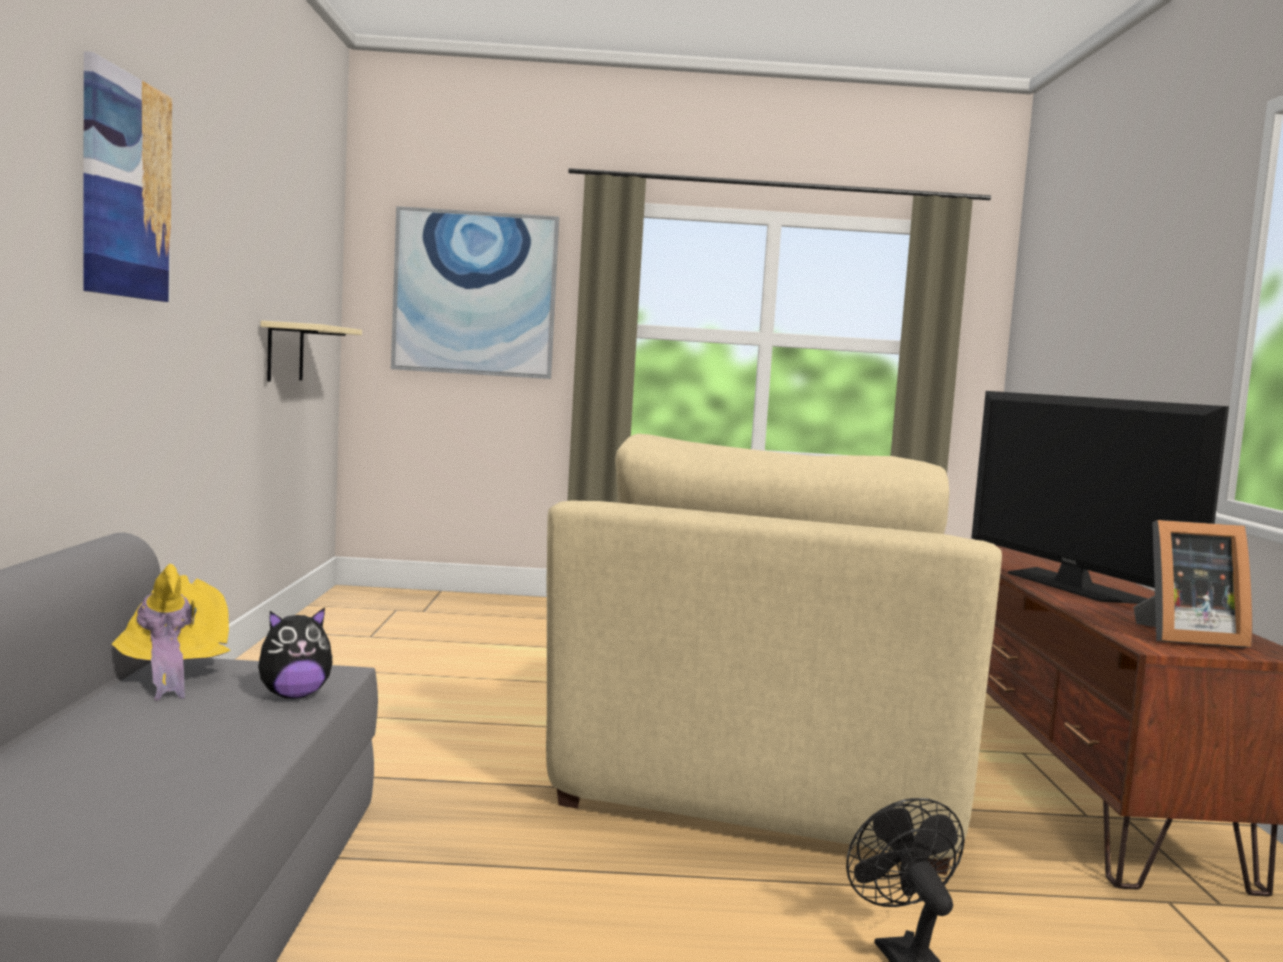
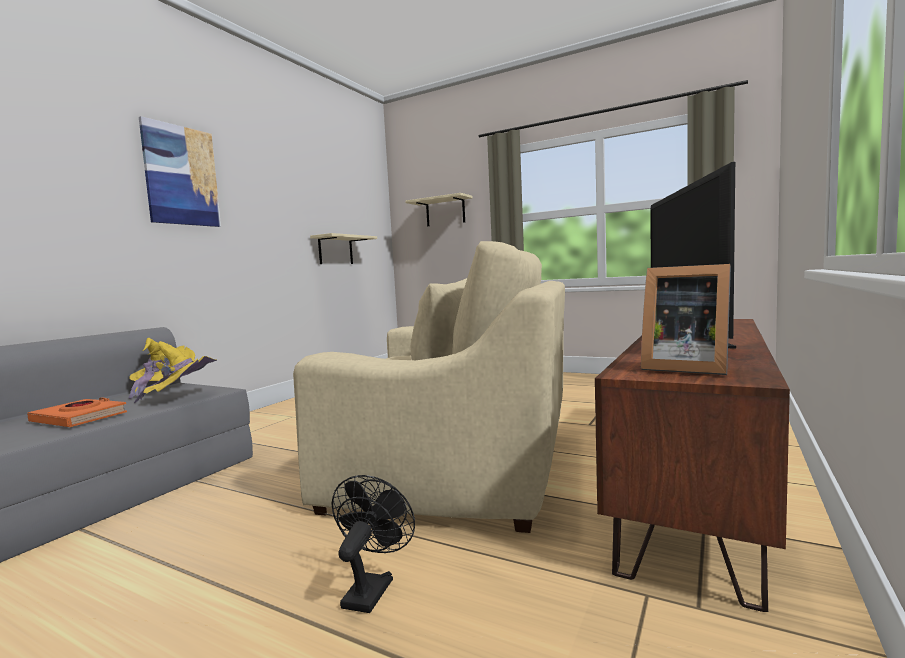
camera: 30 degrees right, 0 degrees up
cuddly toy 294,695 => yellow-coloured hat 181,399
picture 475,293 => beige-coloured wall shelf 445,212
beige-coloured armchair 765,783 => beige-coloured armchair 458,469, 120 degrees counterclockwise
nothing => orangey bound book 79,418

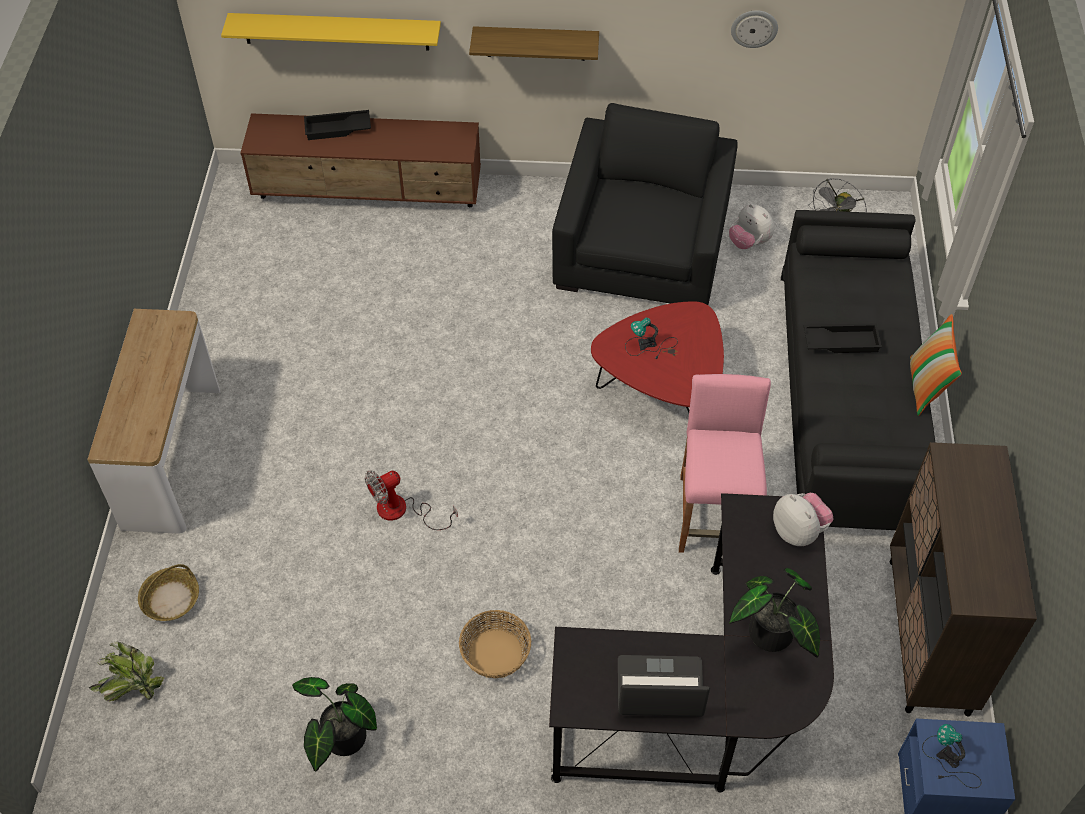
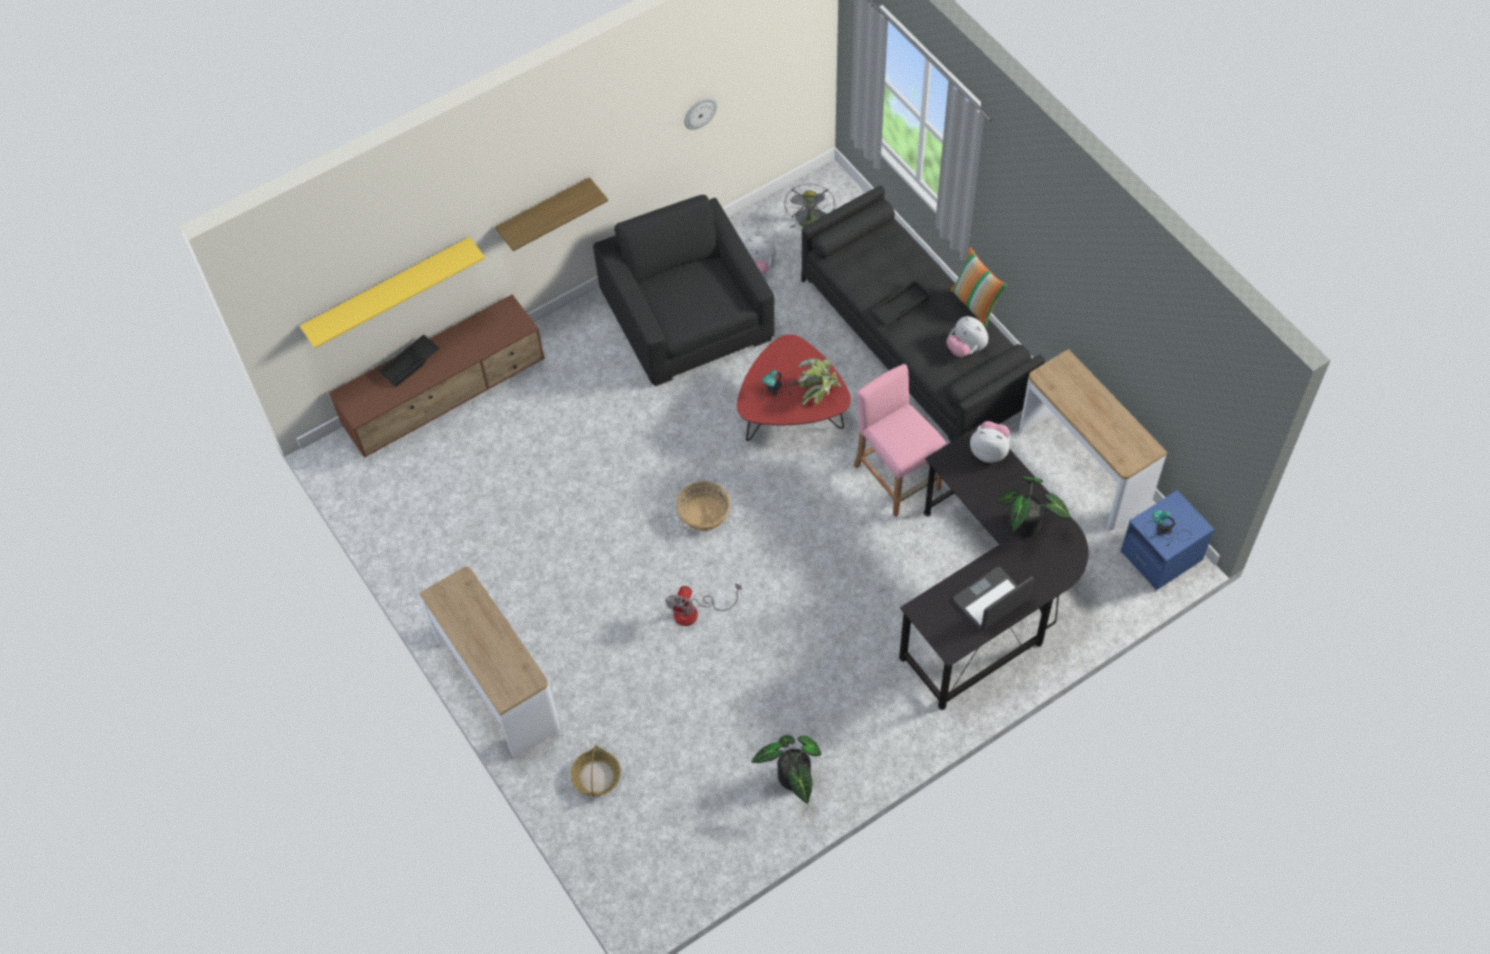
camera: 35 degrees left, 5 degrees up
plant in a pot 131,687 => plant in a pot 818,391, shifted
household basket 495,653 => household basket 703,513, shifted
brownish storage cabinet 928,636 => narrow table 1083,467
nothing => cuddly toy 966,348

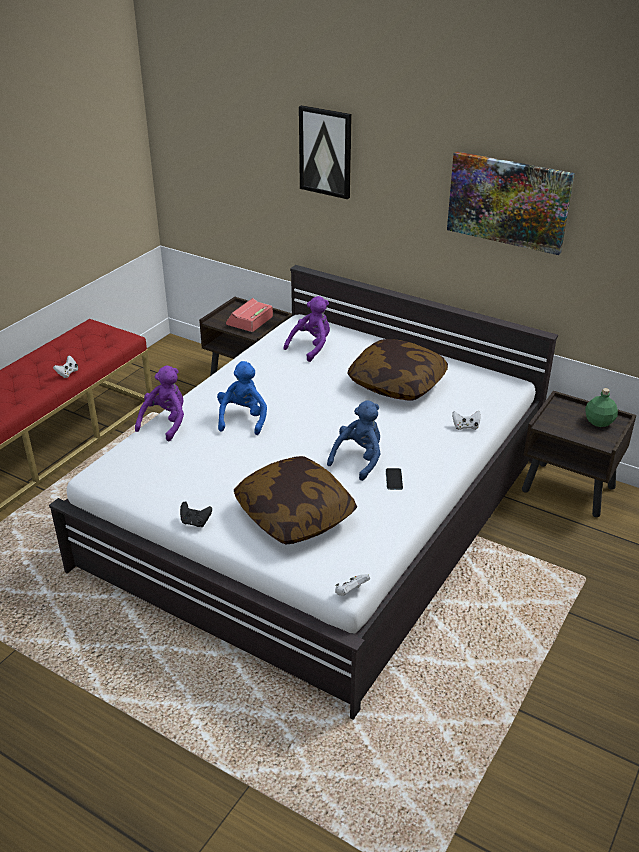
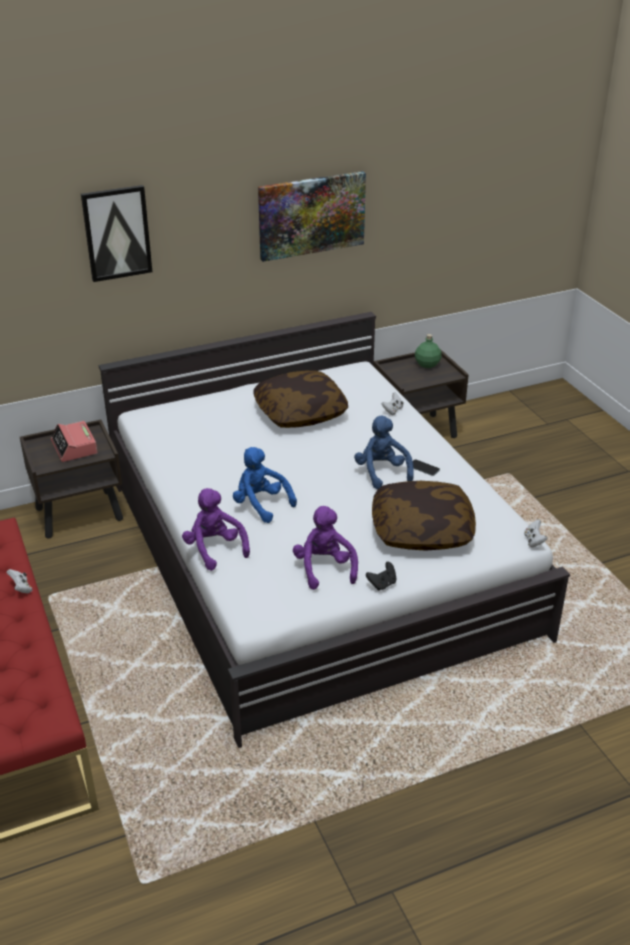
camera: 55 degrees left, 0 degrees up
purplish cuddly toy 311,347 => purplish cuddly toy 324,568, shifted

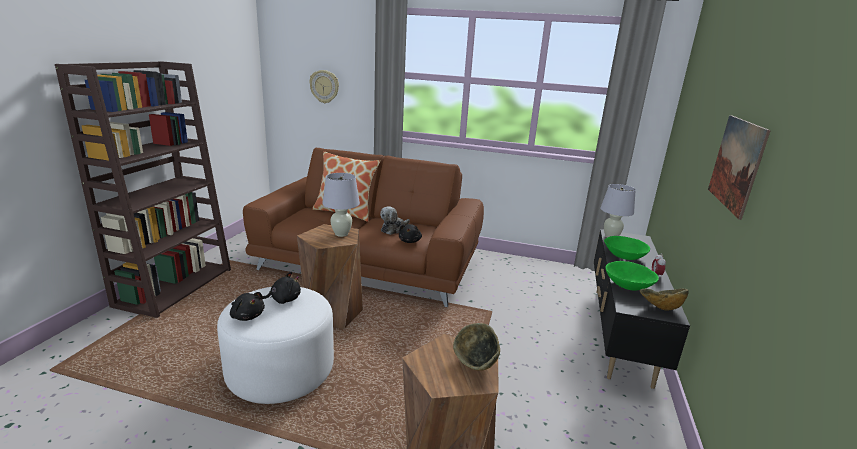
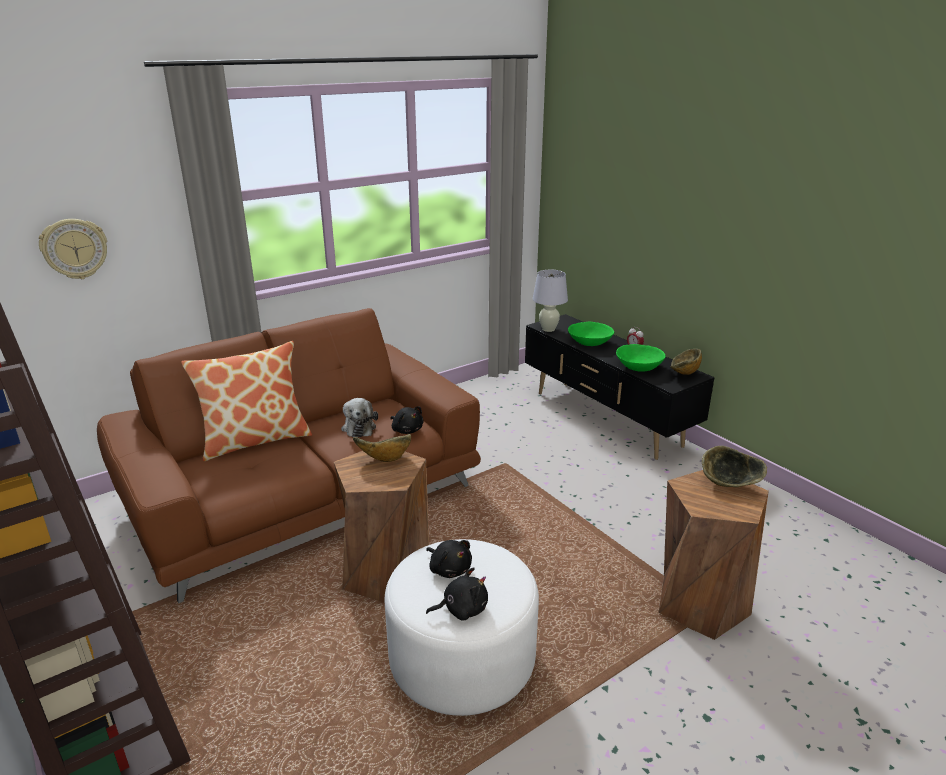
camera: 50 degrees left, 5 degrees up
black cuddly toy 283,299 => black cuddly toy 449,569, 120 degrees clockwise
whitish lamp for a table 341,234 => bowl 384,459
picture 736,164 => nothing

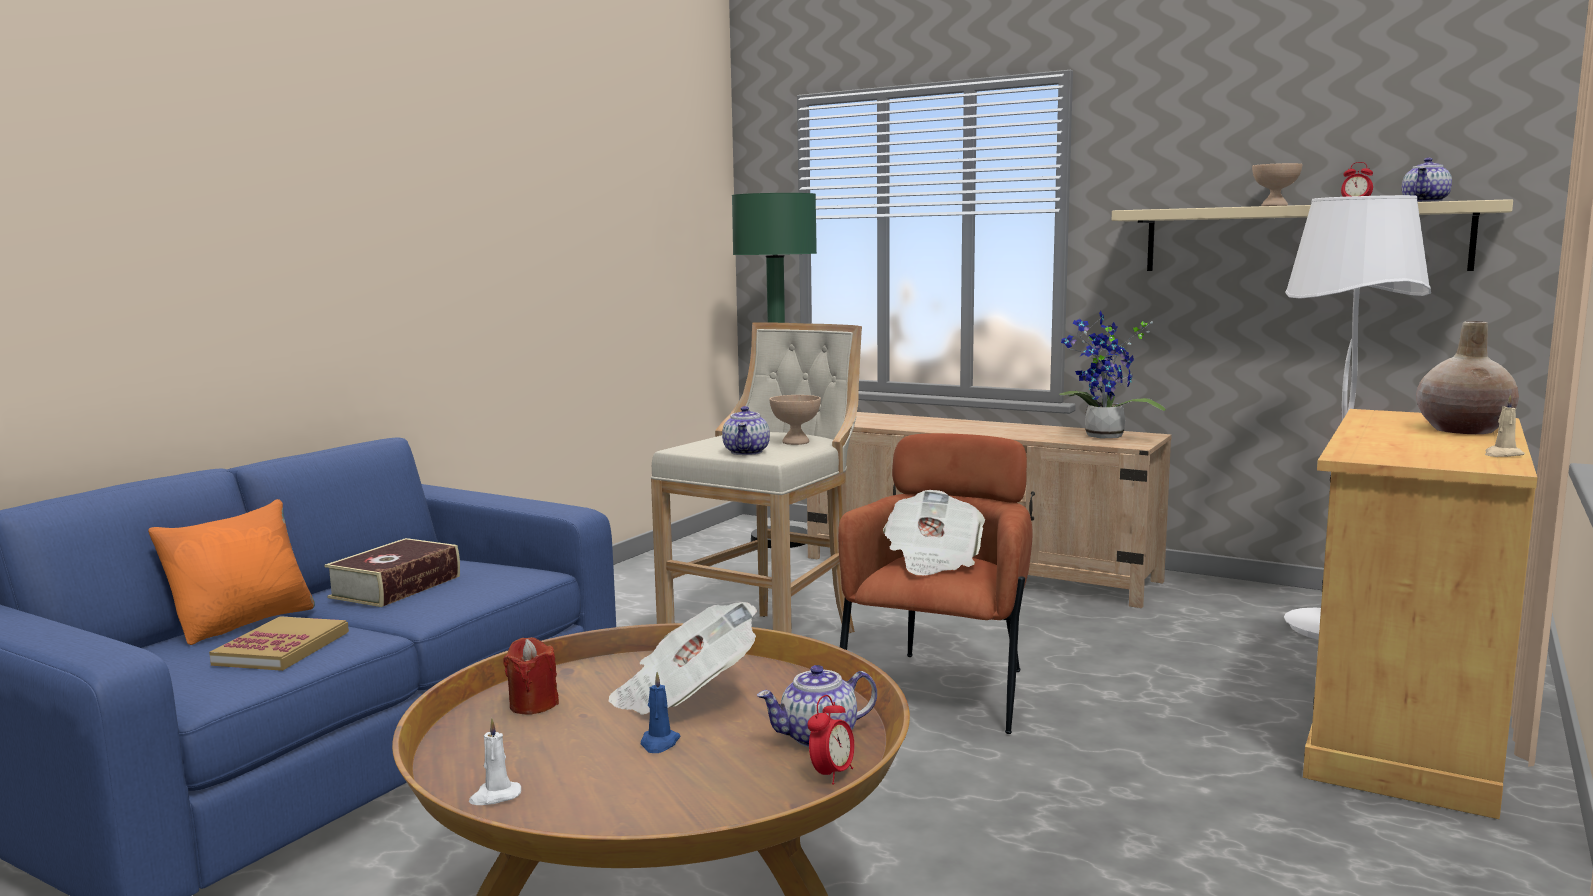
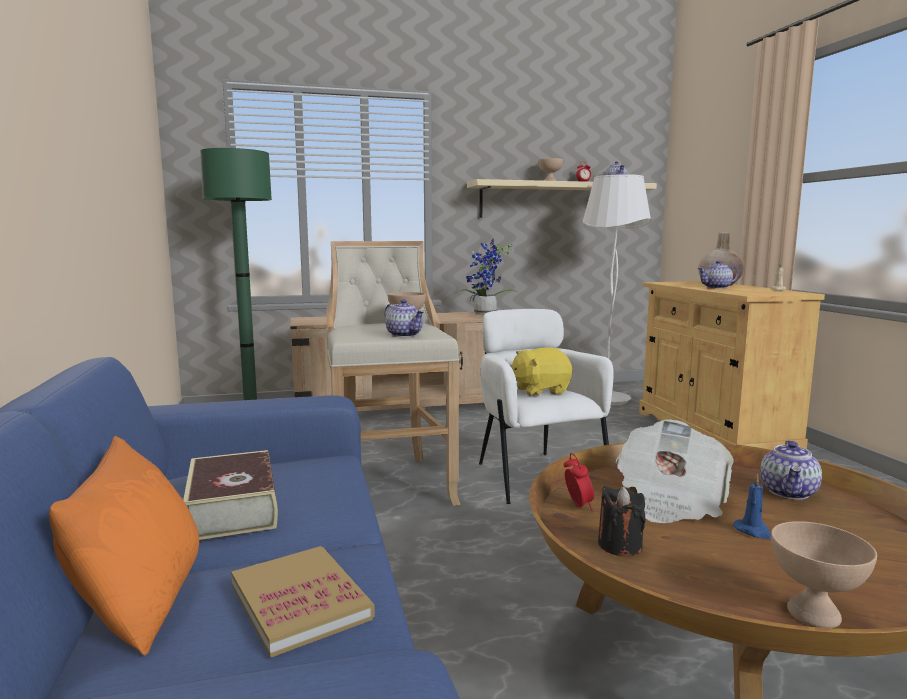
camera: 45 degrees left, 0 degrees up
whitish candle 495,796 => beige-coloured bowl 812,614
red candle 533,705 => black candle 620,545
table clock 831,774 => table clock 577,506, shifted
brownish armchair 942,690 => whitish armchair 535,476
printed paper 933,560 => yellow-coloured cuddly toy 540,390
nothing => tea pot 716,287

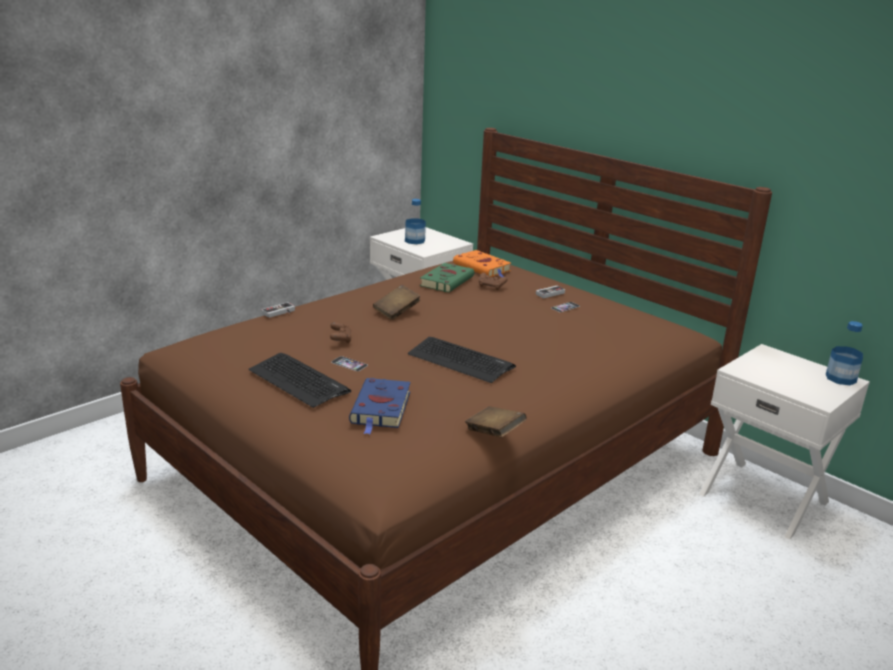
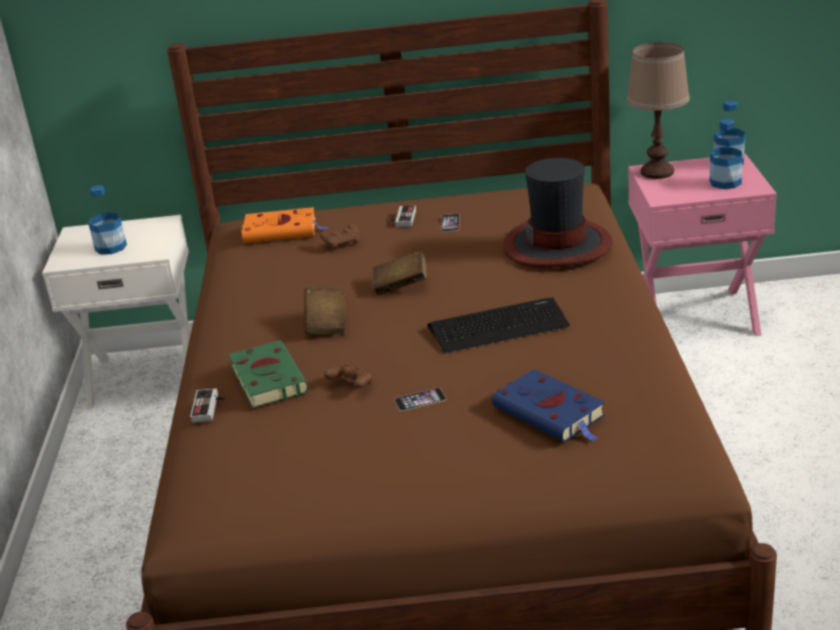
camera: 45 degrees left, 5 degrees up
keyboard 299,381 => nothing
green bound book 447,281 => green bound book 267,378, shifted
brownish bound book 494,433 => brownish bound book 400,286, shifted
whitish nightstand 764,497 => pinkish nightstand 695,316
nothing => hat 558,245
nothing => brownish lamp for a table 656,172
nothing => drink bottle 725,182

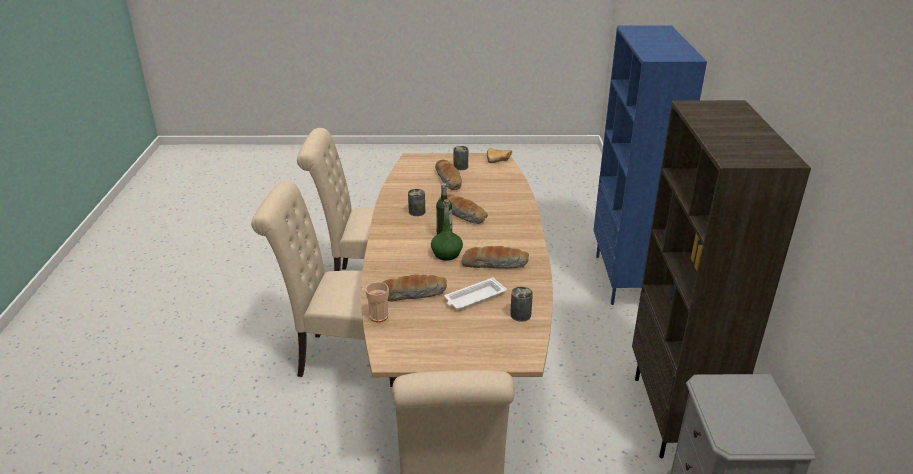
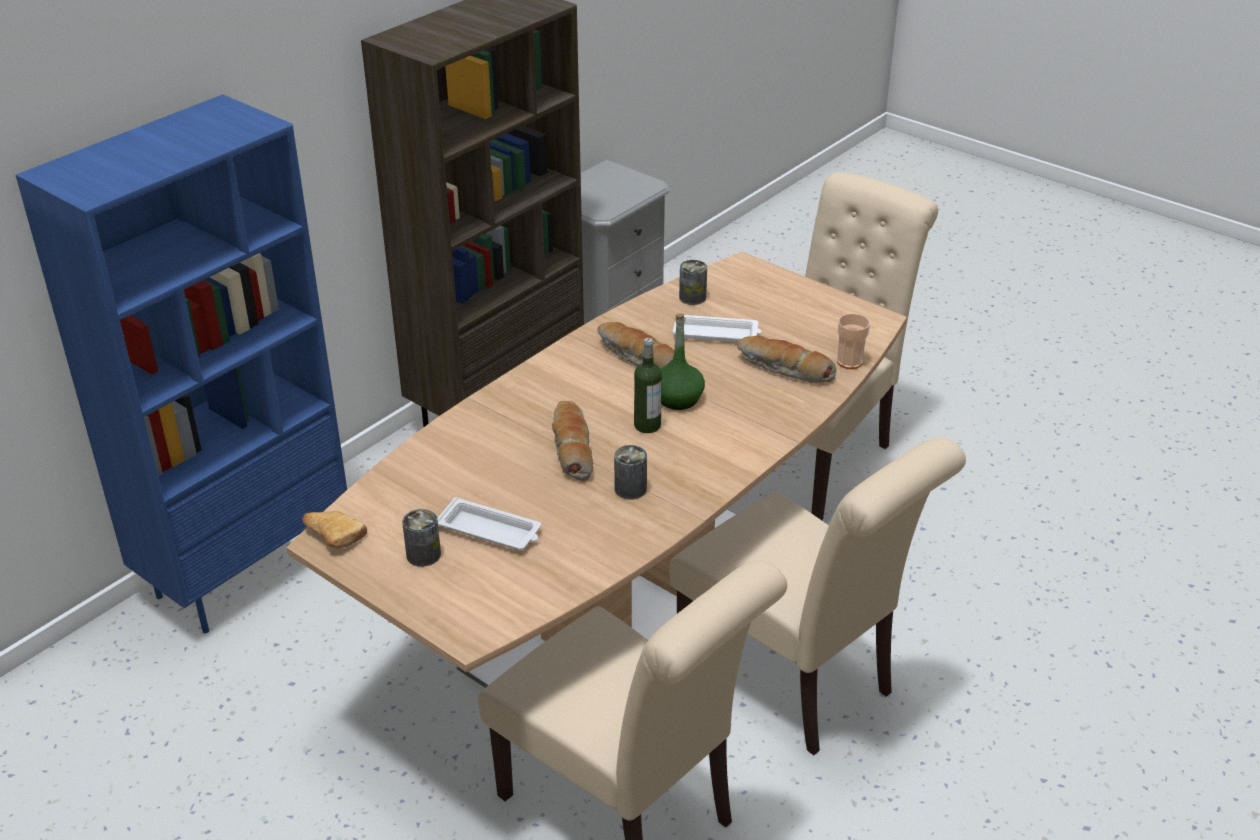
camera: 140 degrees left, 5 degrees up
bakery bread 449,180 => whitish tray 491,531

